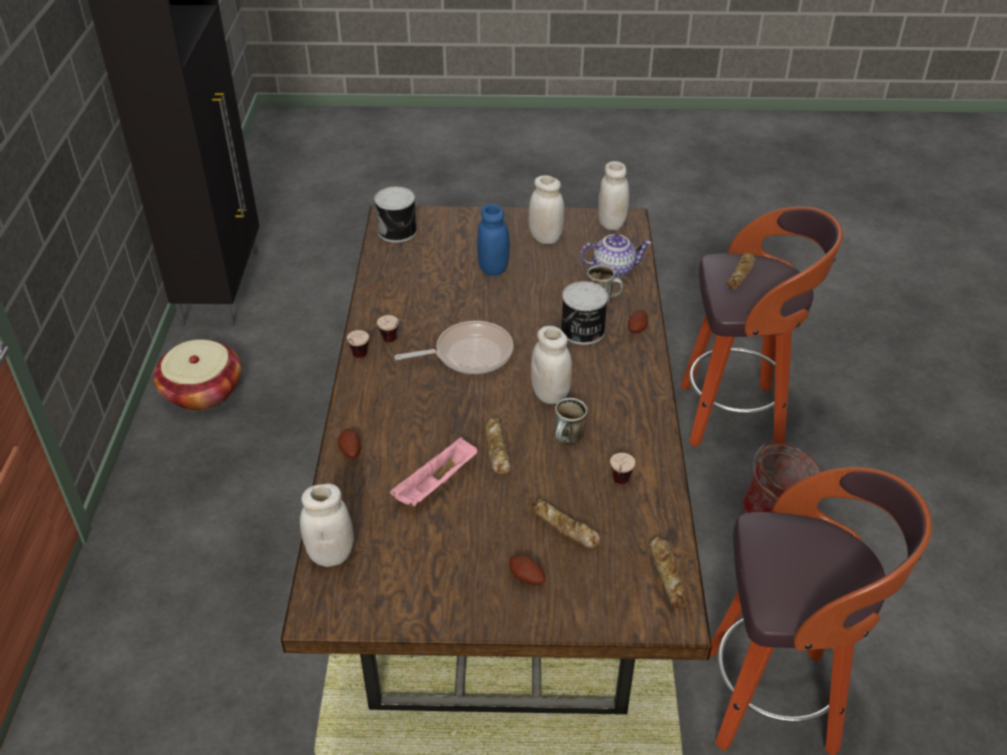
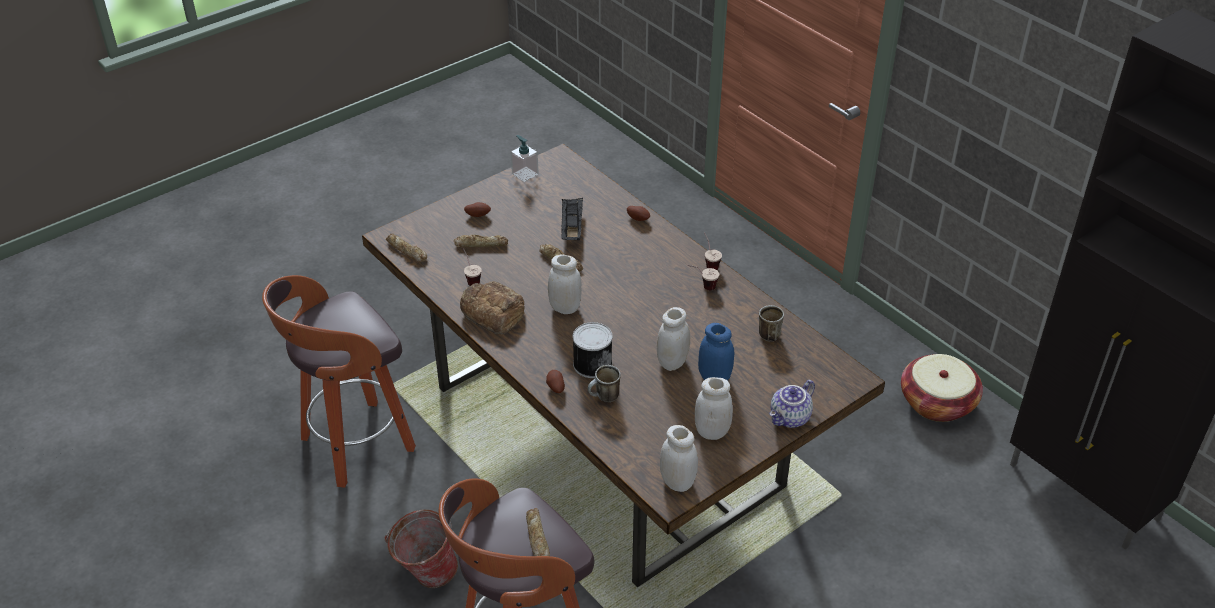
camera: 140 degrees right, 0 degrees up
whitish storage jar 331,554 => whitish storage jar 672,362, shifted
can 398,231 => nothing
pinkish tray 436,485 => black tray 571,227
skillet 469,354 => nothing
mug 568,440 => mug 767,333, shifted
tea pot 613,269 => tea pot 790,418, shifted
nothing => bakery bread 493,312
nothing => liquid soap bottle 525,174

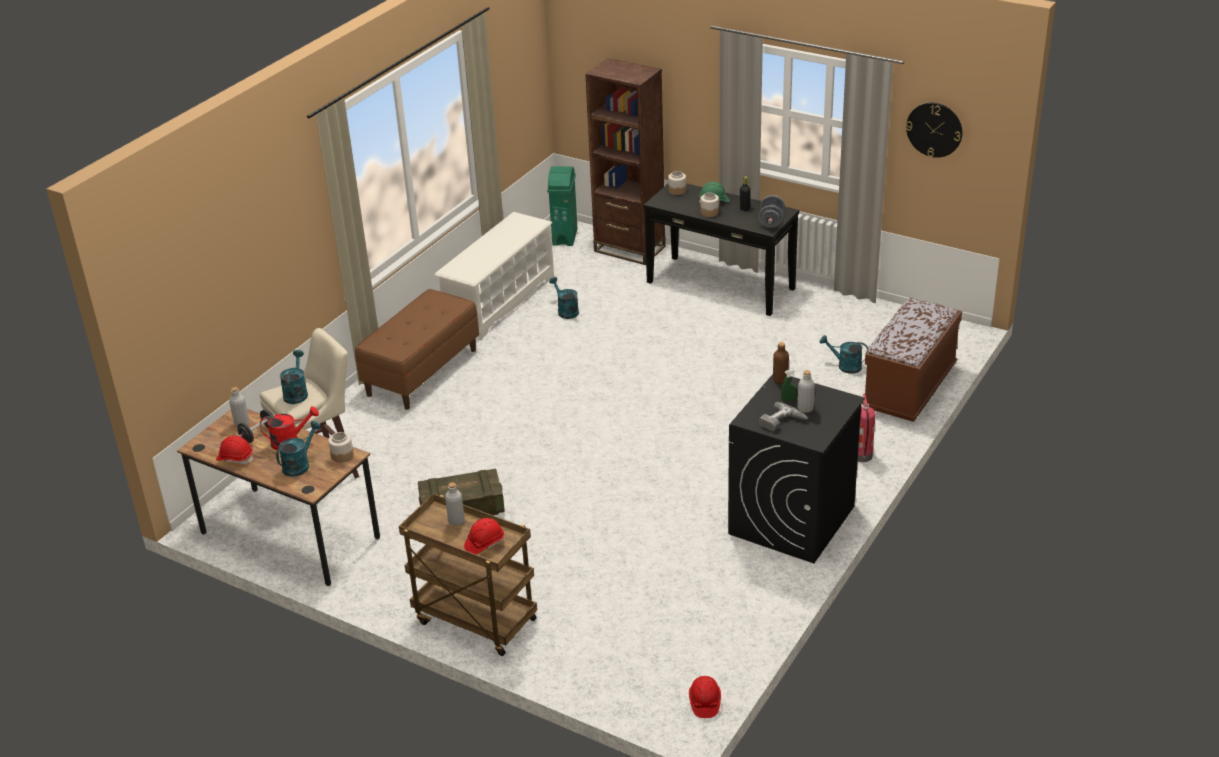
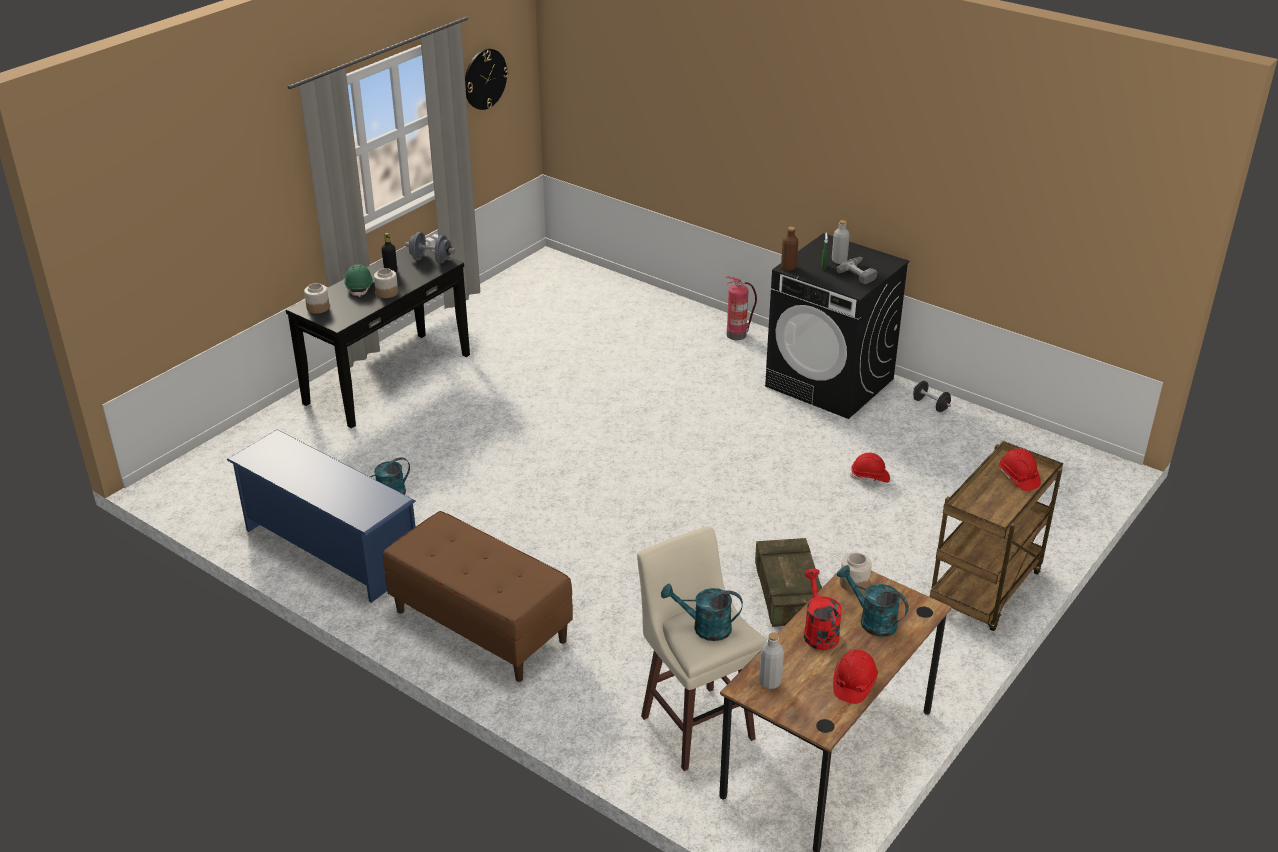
camera: 85 degrees left, 0 degrees up
black dumbbell 258,434 => black dumbbell 930,405, shifted
whitish shoe rack 500,301 => bluish shoe rack 330,549
greyish drink bottle 456,521 => nothing
green trash can 565,237 => nothing
brownish shelving unit 629,249 => nothing
red work helmet 704,702 => red work helmet 870,477, shifted
blue-green sprinkling can 845,366 => nothing
brownish bench 909,389 => nothing

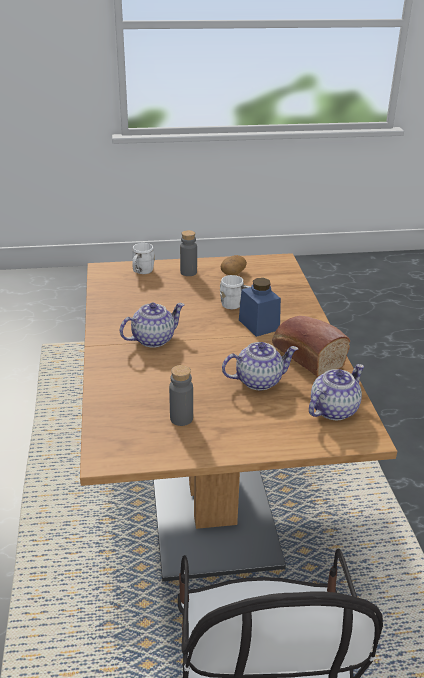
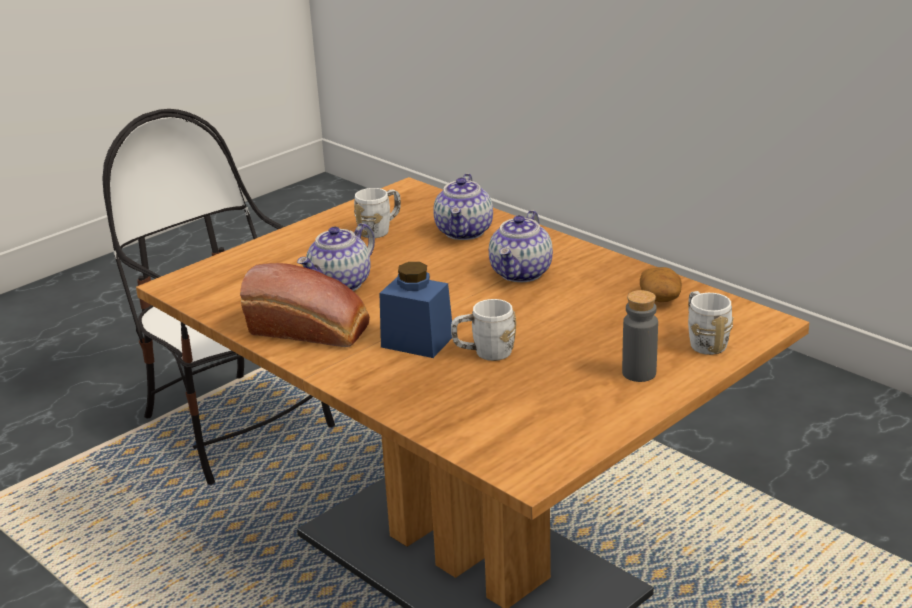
camera: 145 degrees right, 5 degrees down
greyish drink bottle 181,418 => whitish mug 380,230
potato 233,272 => potato 660,298, shifted
tea pot 333,409 => tea pot 465,232, shifted

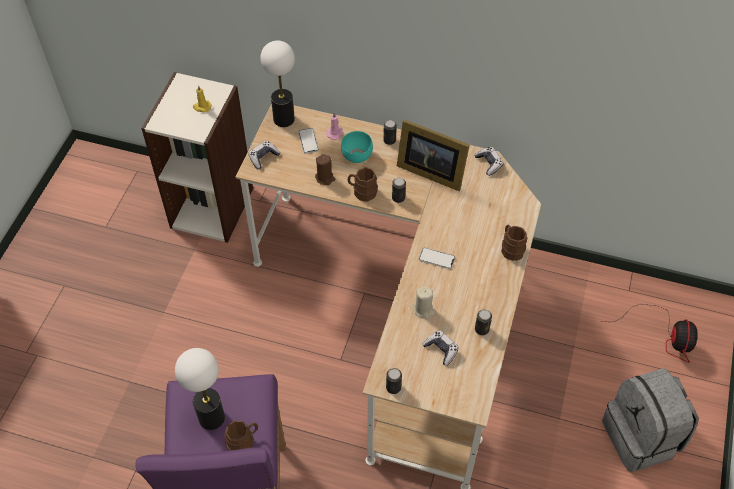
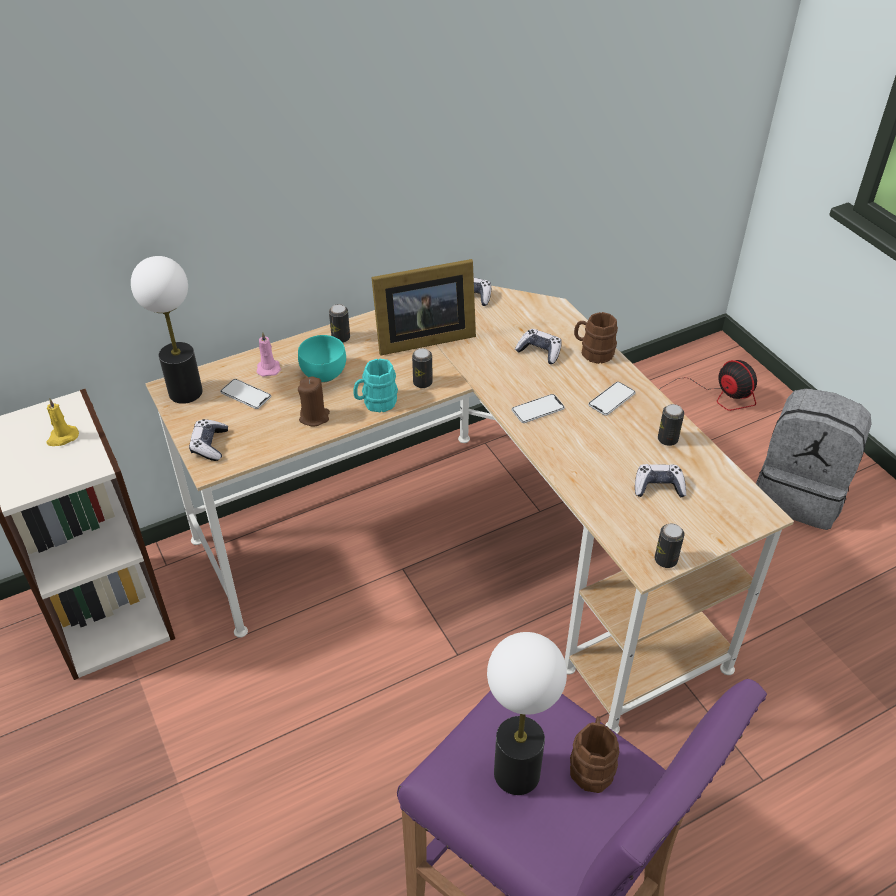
camera: 45 degrees left, 10 degrees down
brownish mug 362,192 => blue-green mug 376,403
beige-coloured candle 423,309 => nothing
nothing => gamepad 539,352
nothing => handset 611,399

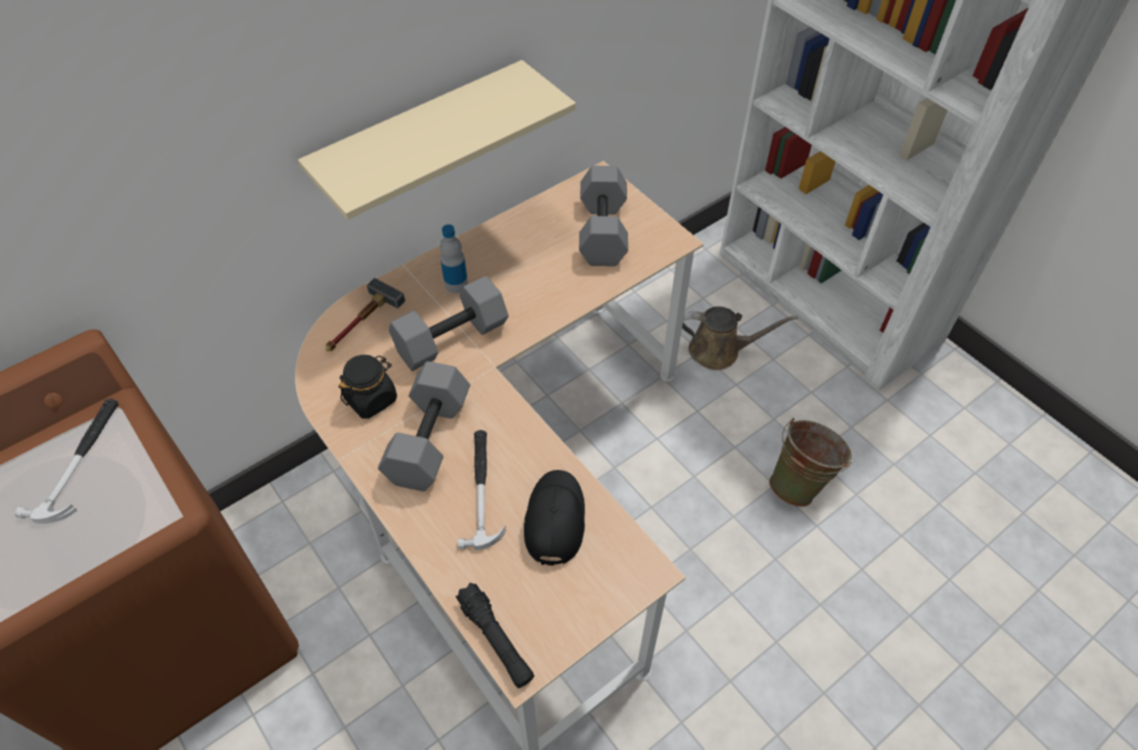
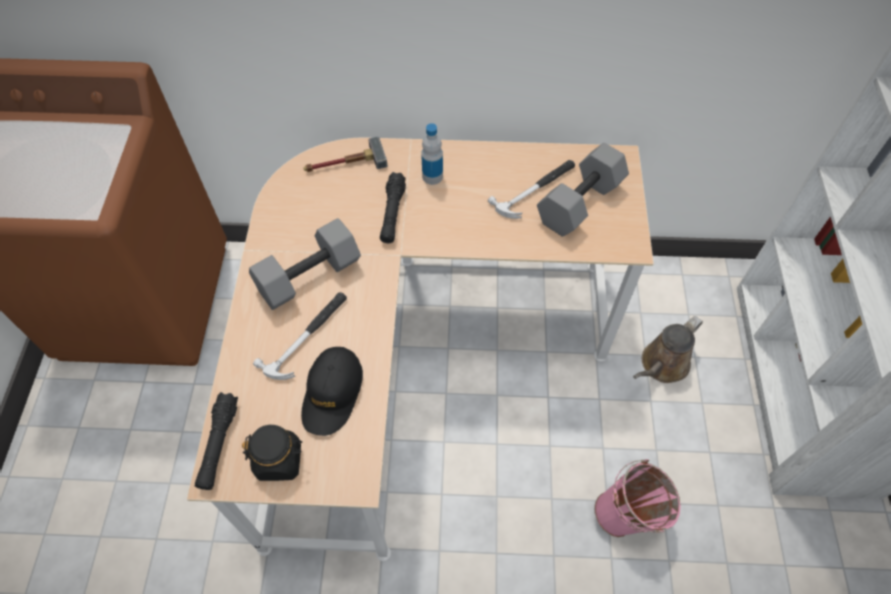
camera: 40 degrees right, 5 degrees up
hammer 80,461 => hammer 536,189, shifted
beige-coloured wall shelf 421,139 => nothing
black storage jar 371,398 => black storage jar 279,460, shifted
greyish dumbbell 451,337 => black flashlight 392,213
black peaked cap 554,519 => black peaked cap 332,394, 150 degrees clockwise
brownish sprinkling can 719,351 => brownish sprinkling can 662,365, 90 degrees clockwise
green pail 800,483 => pinkish pail 629,516

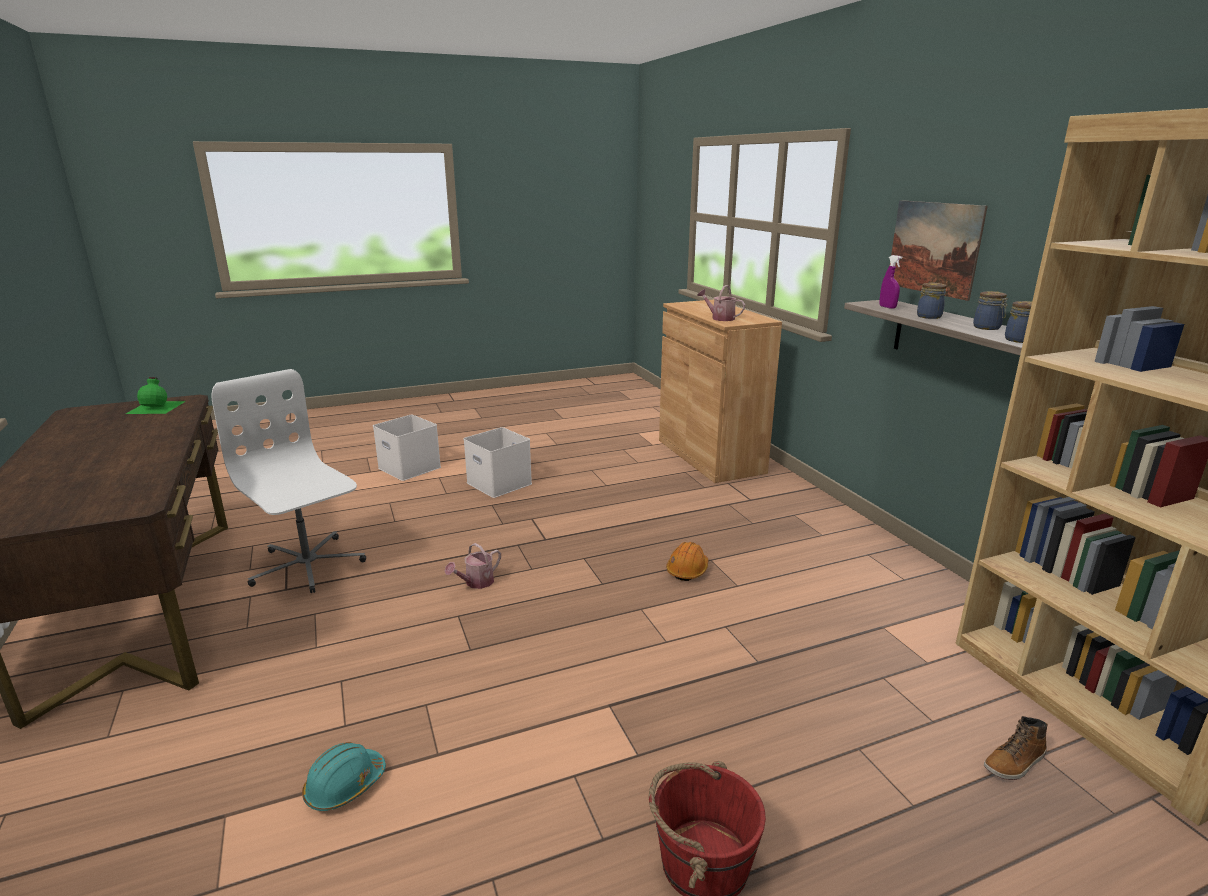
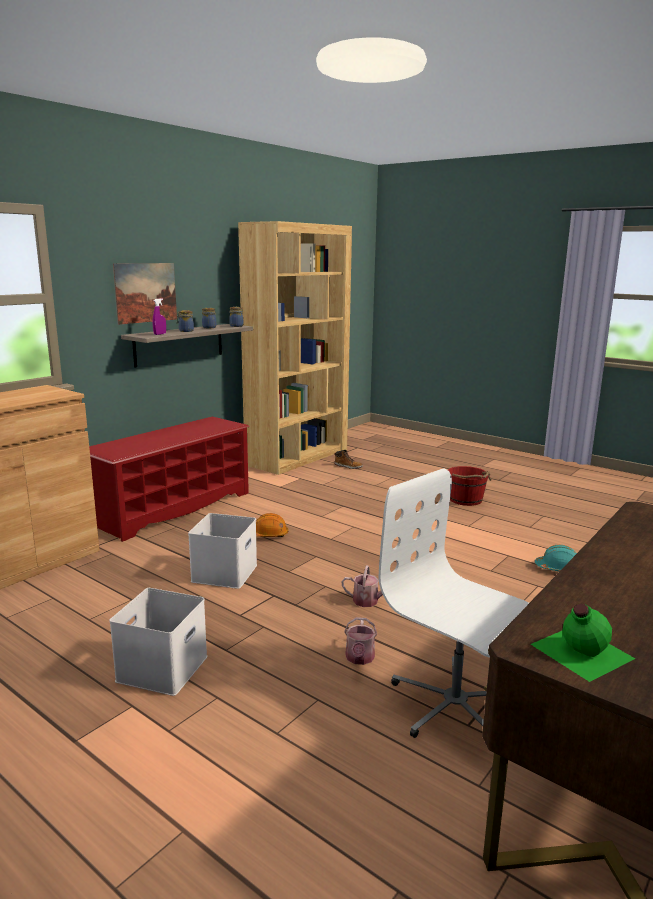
camera: 120 degrees left, 5 degrees down
whitish computer chair 307,565 => whitish computer chair 454,705, 120 degrees clockwise
whitish storage box 411,467 => whitish storage box 224,572, shifted
sprinkling can 720,318 => sprinkling can 359,659, shifted
nothing => red shoe rack 173,508

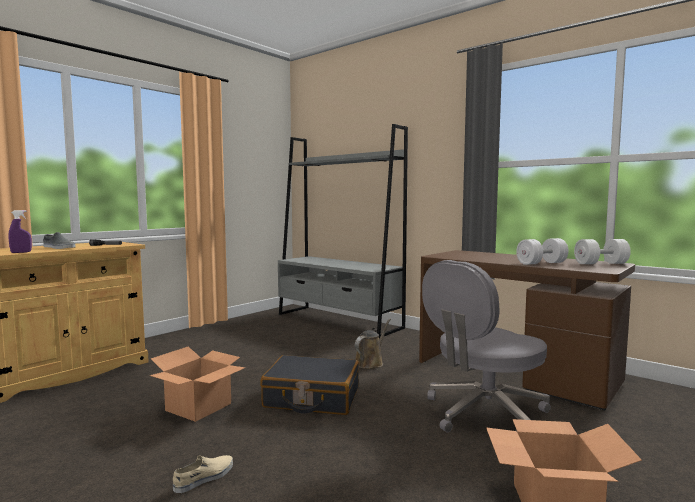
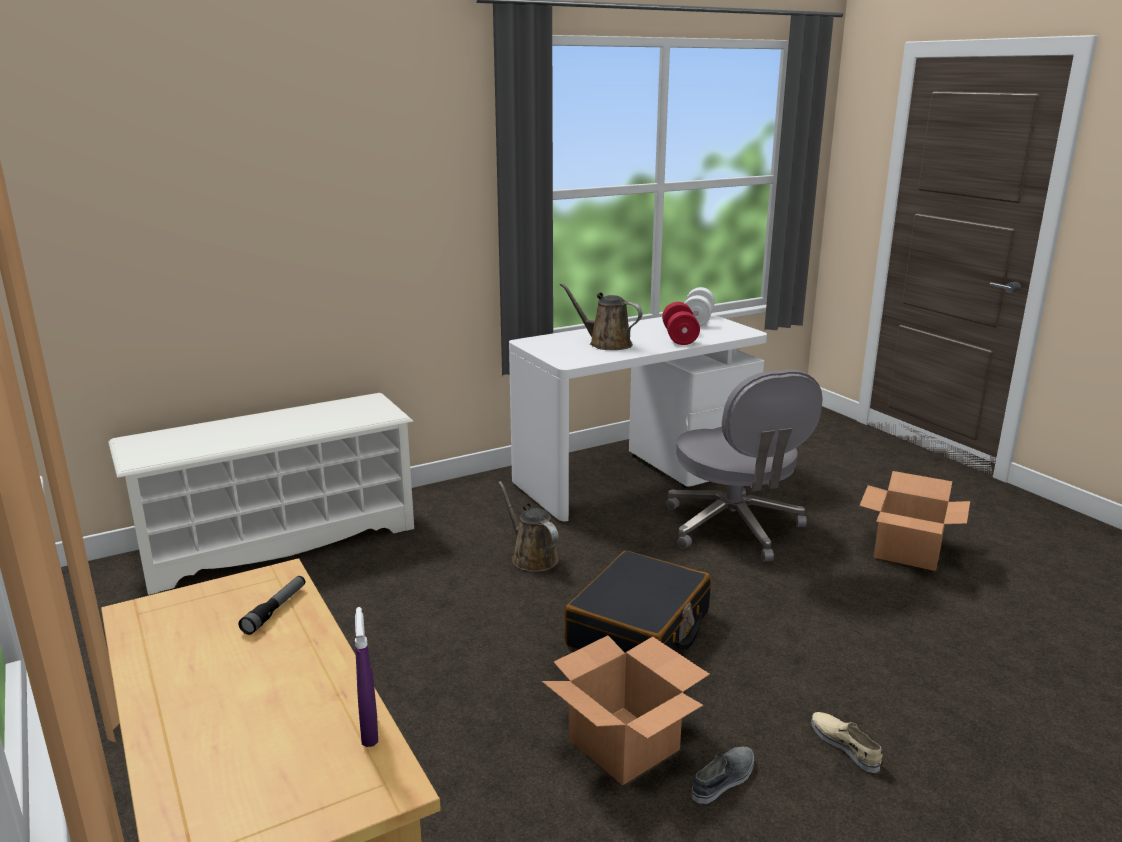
camera: 70 degrees left, 15 degrees up
greyish low shoe 58,247 => greyish low shoe 724,779, shifted
greyish shelving unit 338,321 => whitish shoe rack 280,540
brownish desk unit 517,373 => whitish desk unit 635,477
whitish dumbbell 541,263 => red dumbbell 679,337
nothing => brownish sprinkling can 606,344

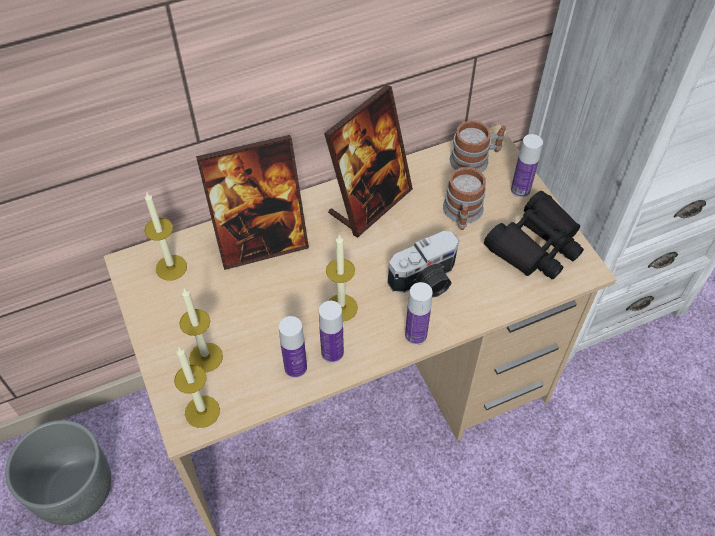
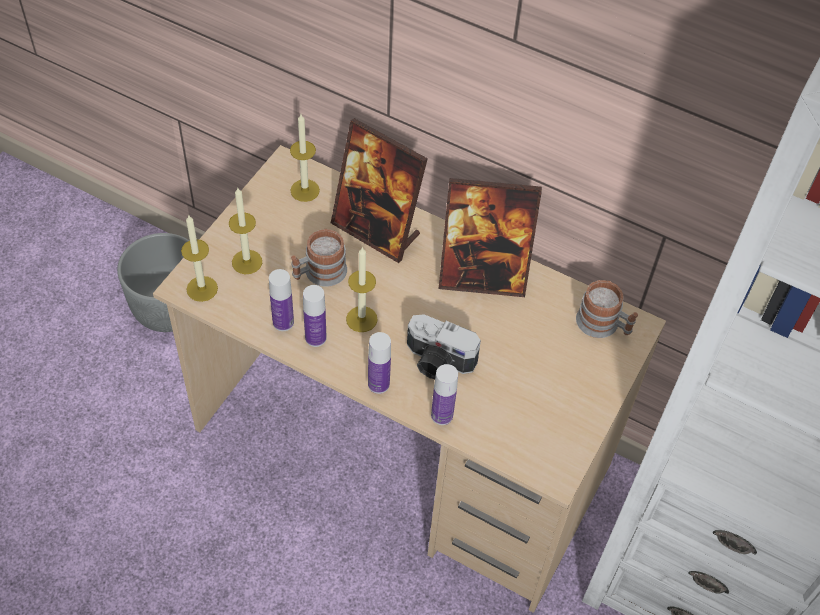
camera: 50 degrees right, 0 degrees up
mug 462,214 => mug 319,273, shifted
black pair of binoculars 535,246 => nothing
drink bottle 520,190 => drink bottle 442,415, shifted

